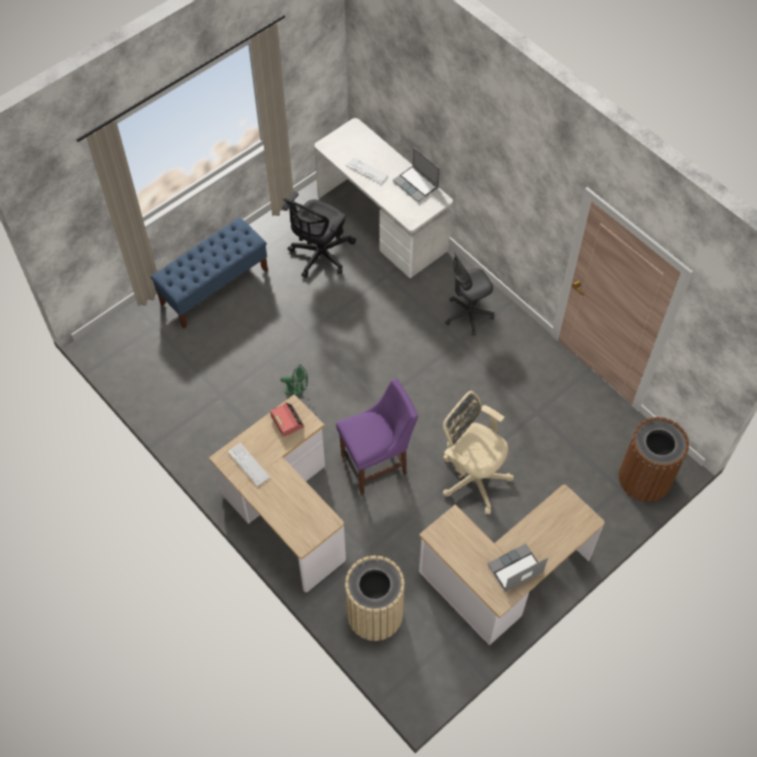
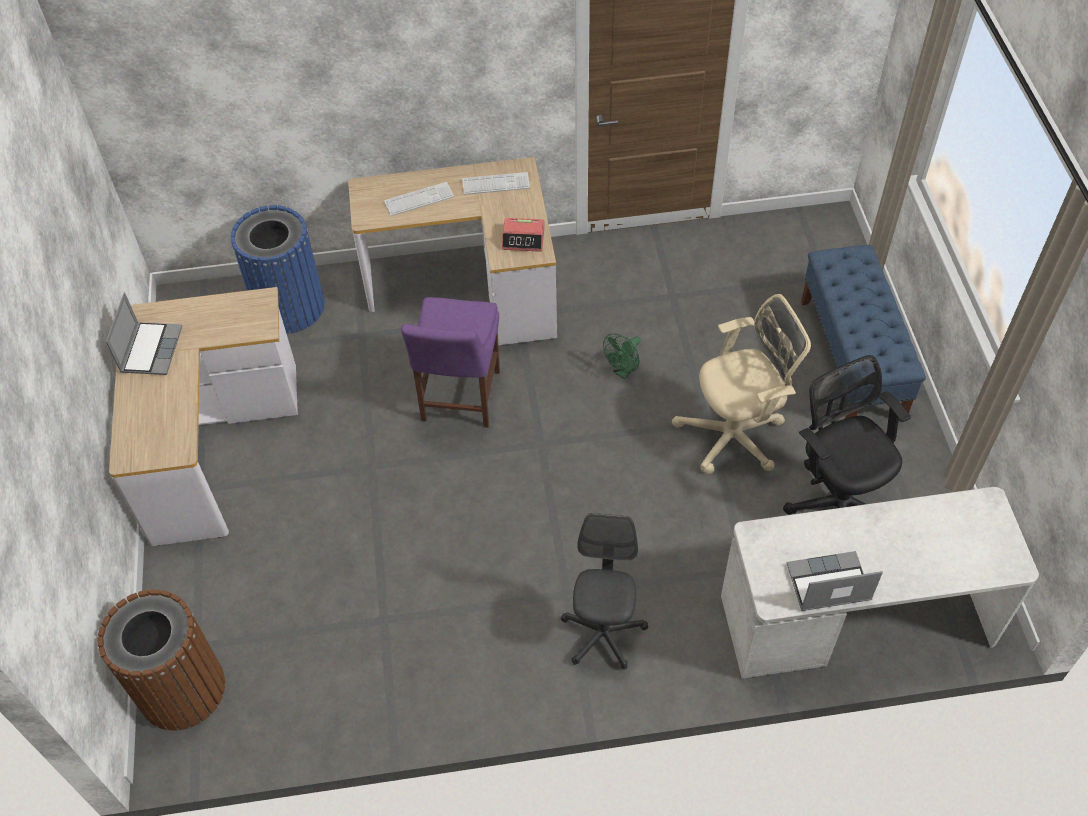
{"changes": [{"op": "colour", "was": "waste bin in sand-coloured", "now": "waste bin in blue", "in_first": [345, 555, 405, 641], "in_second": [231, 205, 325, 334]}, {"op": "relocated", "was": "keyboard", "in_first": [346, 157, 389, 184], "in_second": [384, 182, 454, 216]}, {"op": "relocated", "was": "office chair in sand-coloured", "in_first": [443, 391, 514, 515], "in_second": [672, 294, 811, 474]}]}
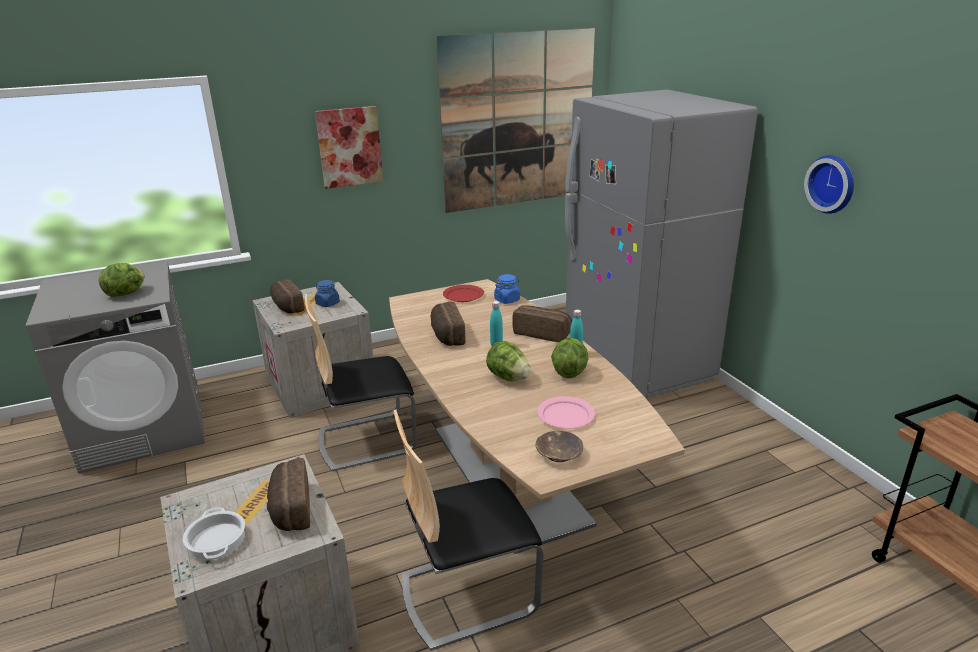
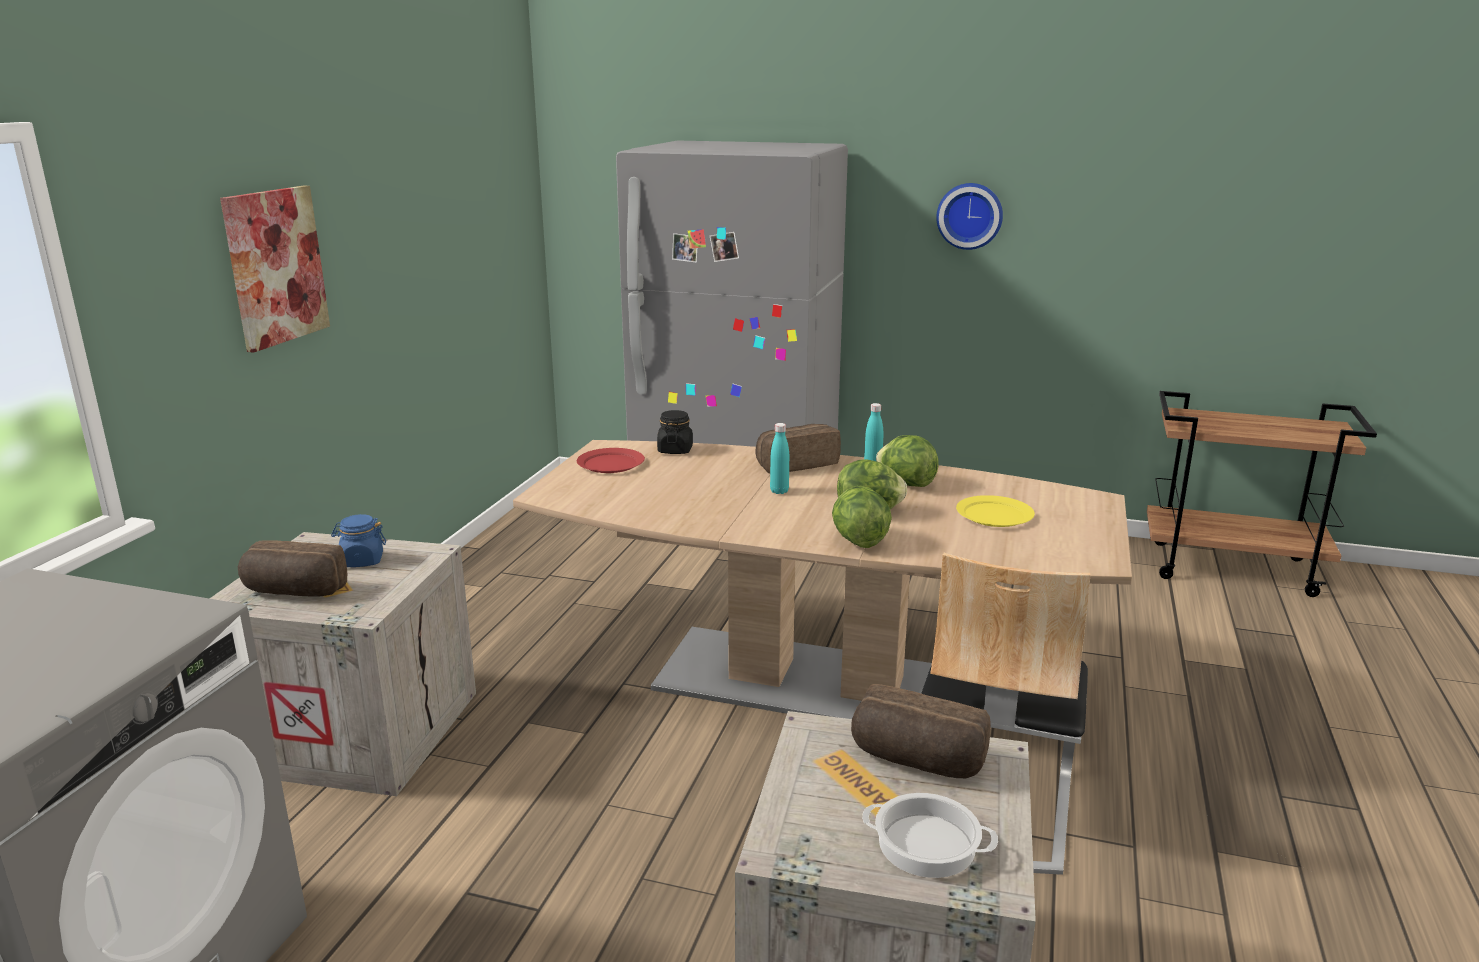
{"changes": [{"op": "colour", "was": "storage jar in blue", "now": "storage jar in black-coloured", "in_first": [494, 274, 520, 304], "in_second": [657, 410, 693, 454]}, {"op": "relocated", "was": "lettuce head", "in_first": [99, 263, 144, 297], "in_second": [832, 486, 892, 548]}, {"op": "colour", "was": "dinner plate in pink", "now": "dinner plate in yellow-coloured", "in_first": [537, 396, 595, 429], "in_second": [956, 495, 1035, 527]}, {"op": "missing", "was": "chair", "in_first": [305, 294, 417, 472]}, {"op": "missing", "was": "bread", "in_first": [431, 302, 465, 346]}, {"op": "missing", "was": "wall picture", "in_first": [436, 28, 595, 213]}, {"op": "missing", "was": "bowl in brown-coloured", "in_first": [536, 431, 583, 462]}]}
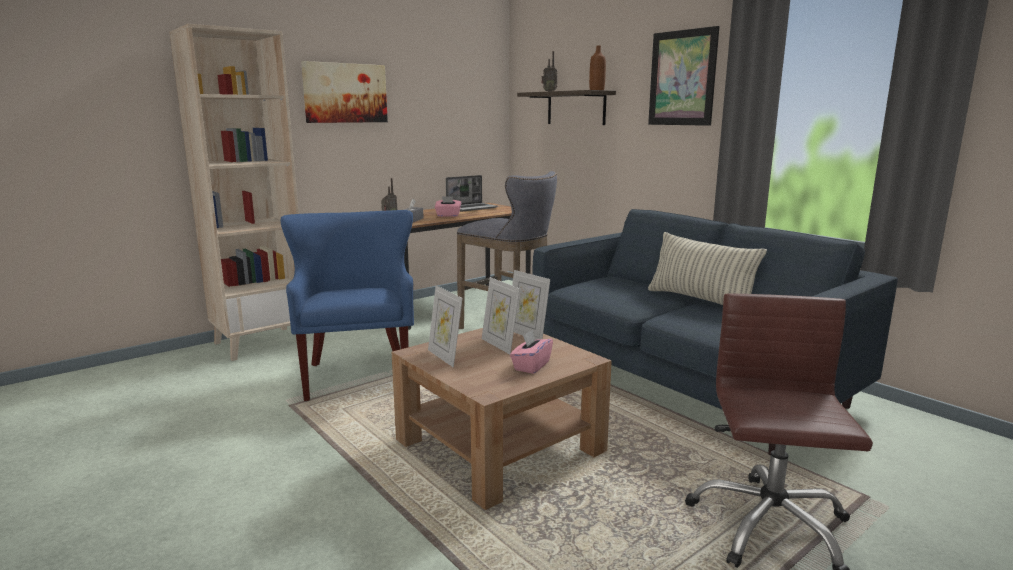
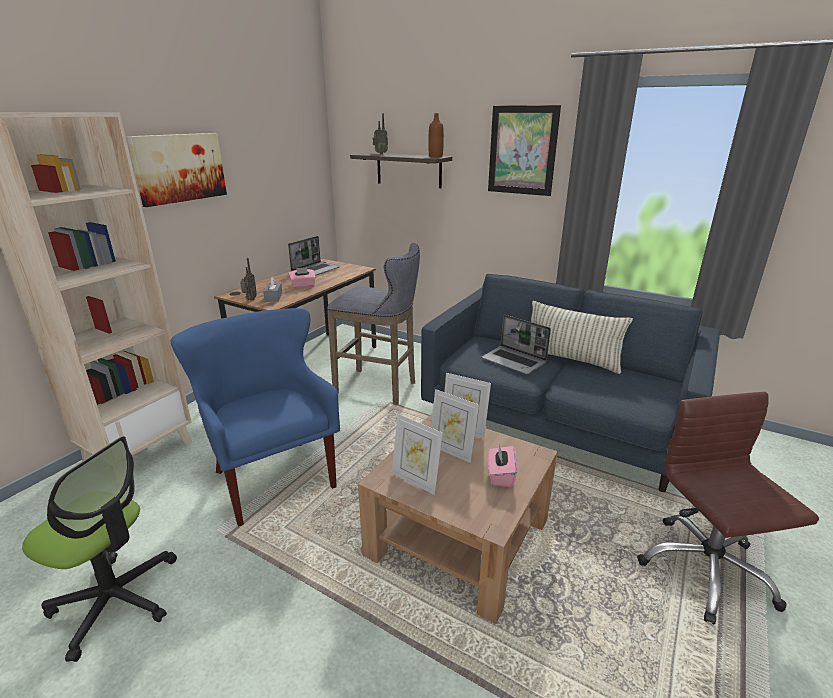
{"changes": [{"op": "appeared", "now": "office chair", "in_second": [22, 436, 177, 662]}, {"op": "appeared", "now": "notebook computer", "in_second": [482, 315, 551, 374]}]}
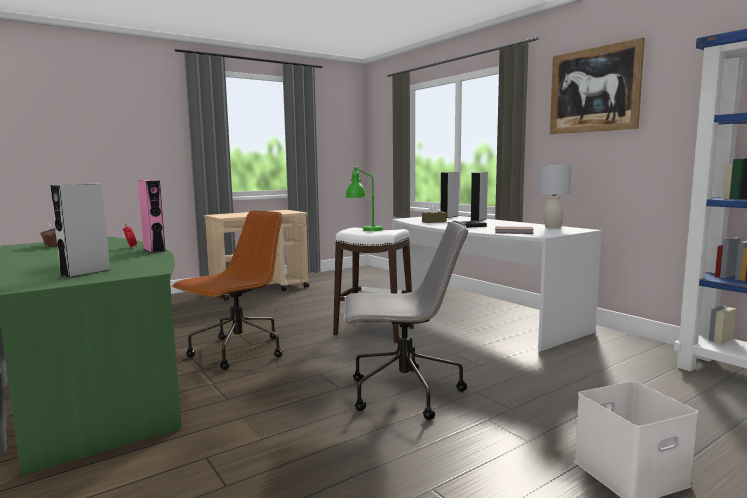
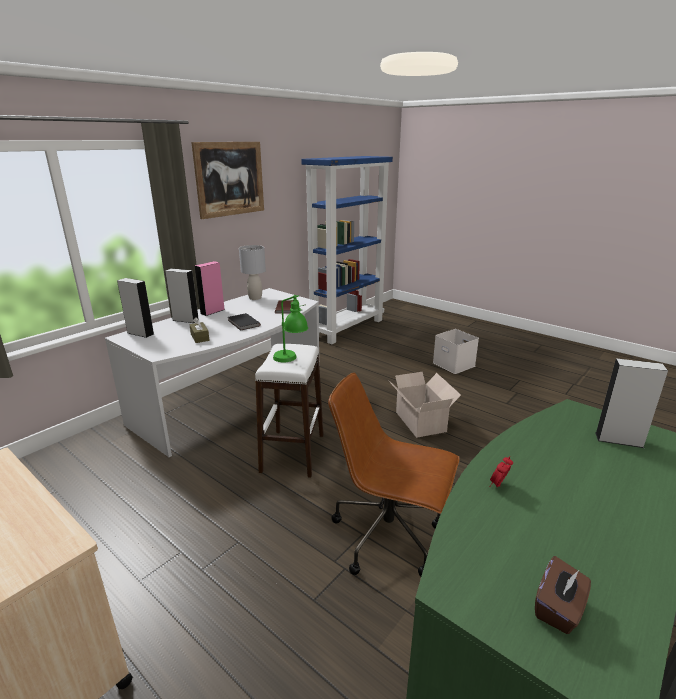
{"changes": [{"op": "relocated", "was": "loudspeaker in pink", "in_first": [138, 180, 166, 253], "in_second": [195, 261, 225, 316]}, {"op": "exchanged", "was": "office chair in greyish", "now": "carton", "in_first": [343, 221, 468, 420], "in_second": [388, 372, 461, 438]}]}
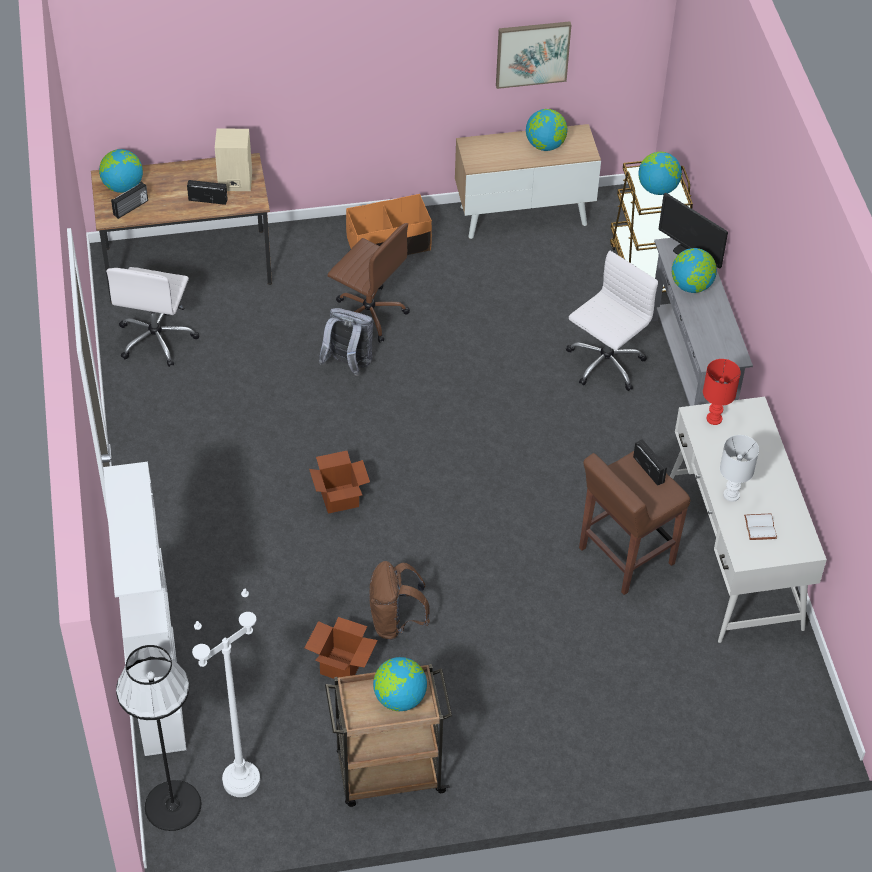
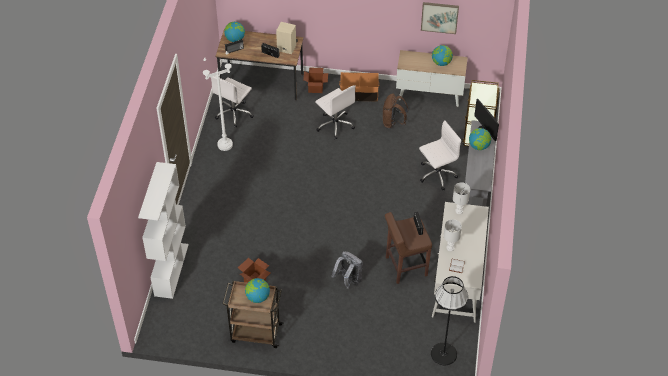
{"changes": [{"op": "relocated", "was": "standard lamp in whitish", "in_first": [192, 589, 260, 797], "in_second": [203, 51, 233, 151]}, {"op": "relocated", "was": "carton", "in_first": [309, 451, 370, 514], "in_second": [303, 68, 328, 93]}, {"op": "colour", "was": "office chair in brown-coloured", "now": "office chair in whitish", "in_first": [328, 223, 410, 343], "in_second": [315, 85, 356, 139]}, {"op": "relocated", "was": "backpack in greyish", "in_first": [319, 308, 373, 376], "in_second": [331, 251, 363, 289]}, {"op": "relocated", "was": "backpack in brown-coloured", "in_first": [369, 561, 430, 640], "in_second": [383, 94, 408, 129]}, {"op": "relocated", "was": "standard lamp in black-coloured", "in_first": [116, 645, 201, 831], "in_second": [431, 276, 468, 365]}, {"op": "colour", "was": "lamp for a table in red", "now": "lamp for a table in whitish", "in_first": [703, 359, 741, 425], "in_second": [453, 183, 470, 214]}, {"op": "missing", "was": "world globe", "in_first": [638, 152, 682, 195]}]}
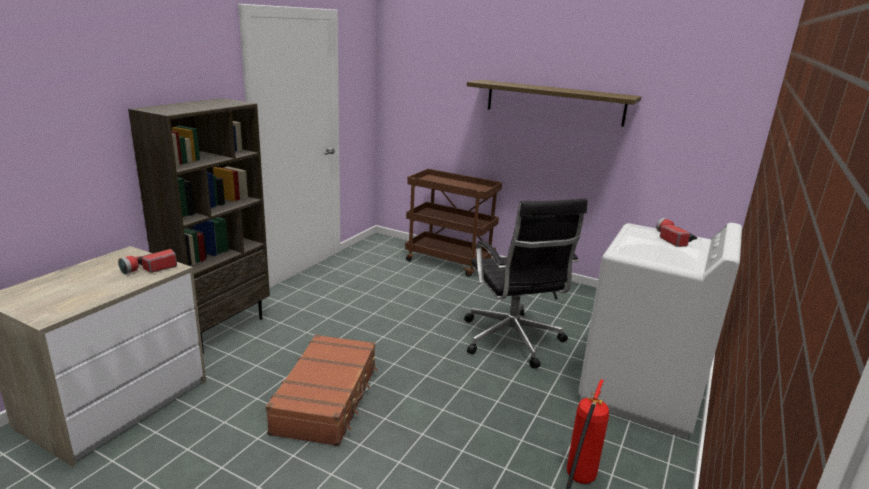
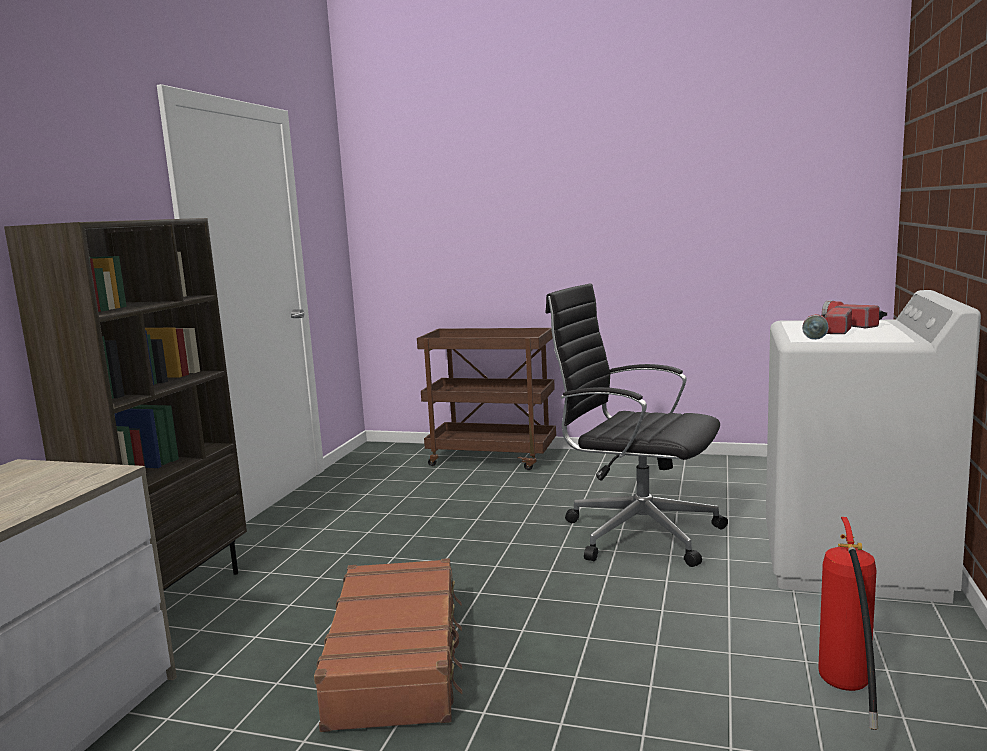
{"changes": [{"op": "spun", "was": "office chair in black-coloured", "in_first": [464, 198, 588, 369], "in_second": [545, 283, 728, 567], "clockwise": 150}, {"op": "relocated", "was": "flashlight", "in_first": [118, 249, 177, 275], "in_second": [802, 308, 852, 340]}, {"op": "missing", "was": "shelf", "in_first": [467, 80, 642, 127]}]}
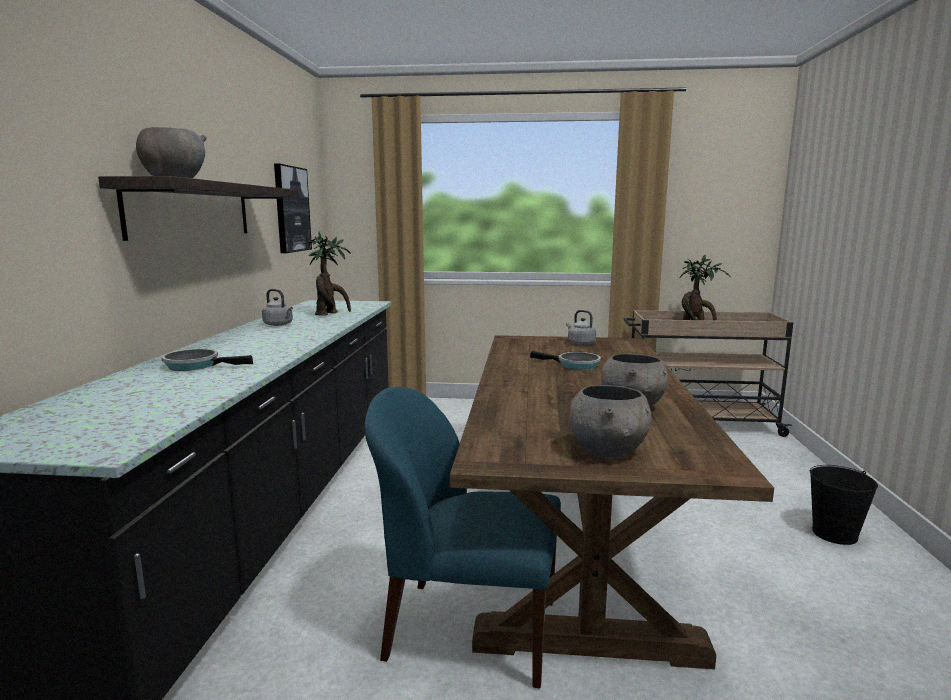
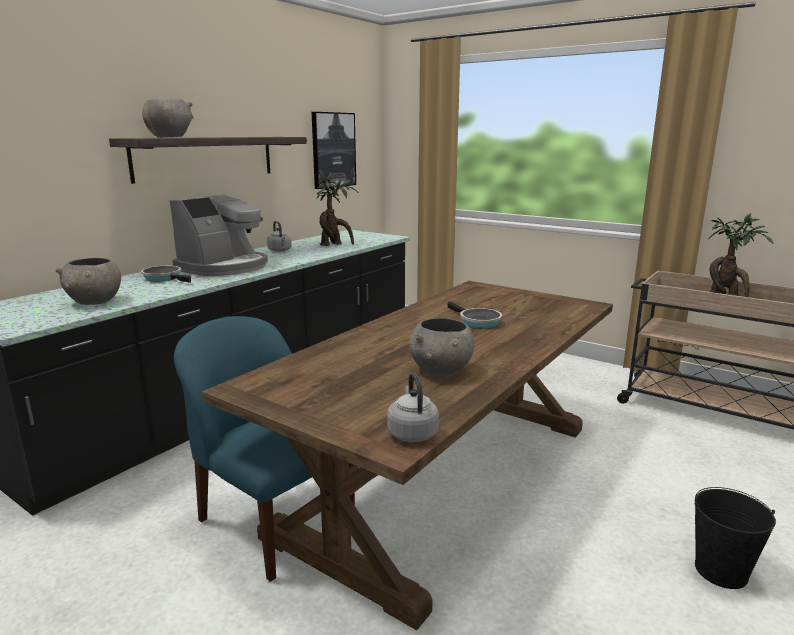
{"changes": [{"op": "relocated", "was": "bowl in greyish", "in_first": [569, 385, 651, 458], "in_second": [55, 258, 121, 305]}, {"op": "appeared", "now": "coffee machine", "in_second": [170, 194, 268, 276]}, {"op": "relocated", "was": "kettle in greyish", "in_first": [566, 310, 596, 346], "in_second": [387, 373, 439, 442]}]}
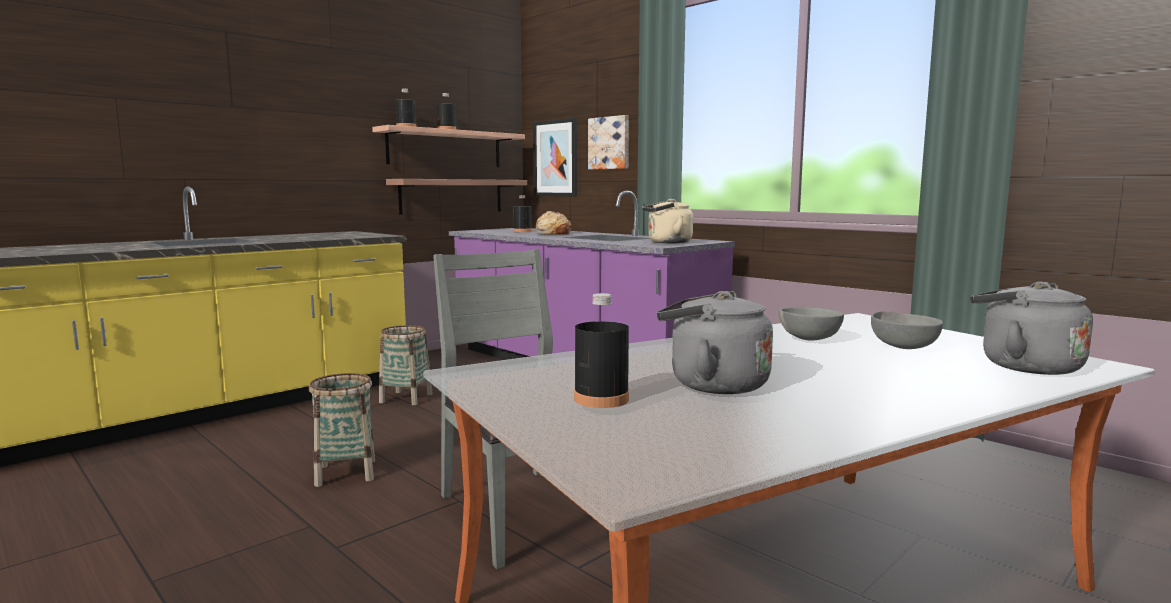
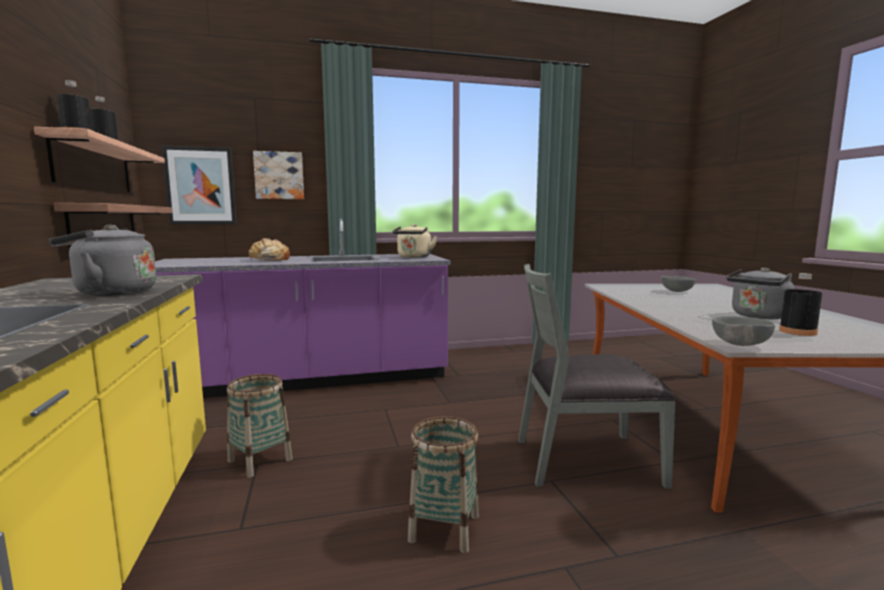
{"changes": [{"op": "relocated", "was": "kettle in greyish", "in_first": [970, 281, 1093, 375], "in_second": [49, 225, 156, 296]}, {"op": "relocated", "was": "bowl in greyish", "in_first": [778, 307, 844, 341], "in_second": [712, 316, 775, 346]}, {"op": "missing", "was": "bottle in black-coloured", "in_first": [513, 195, 532, 232]}]}
